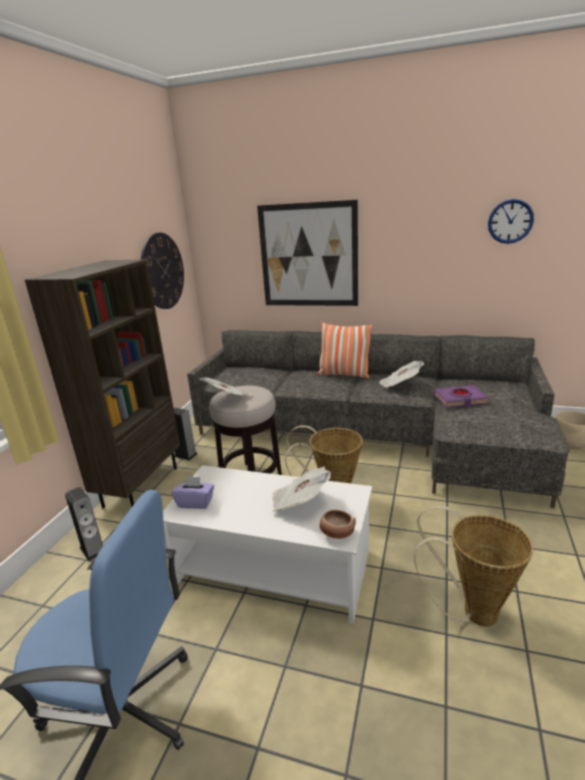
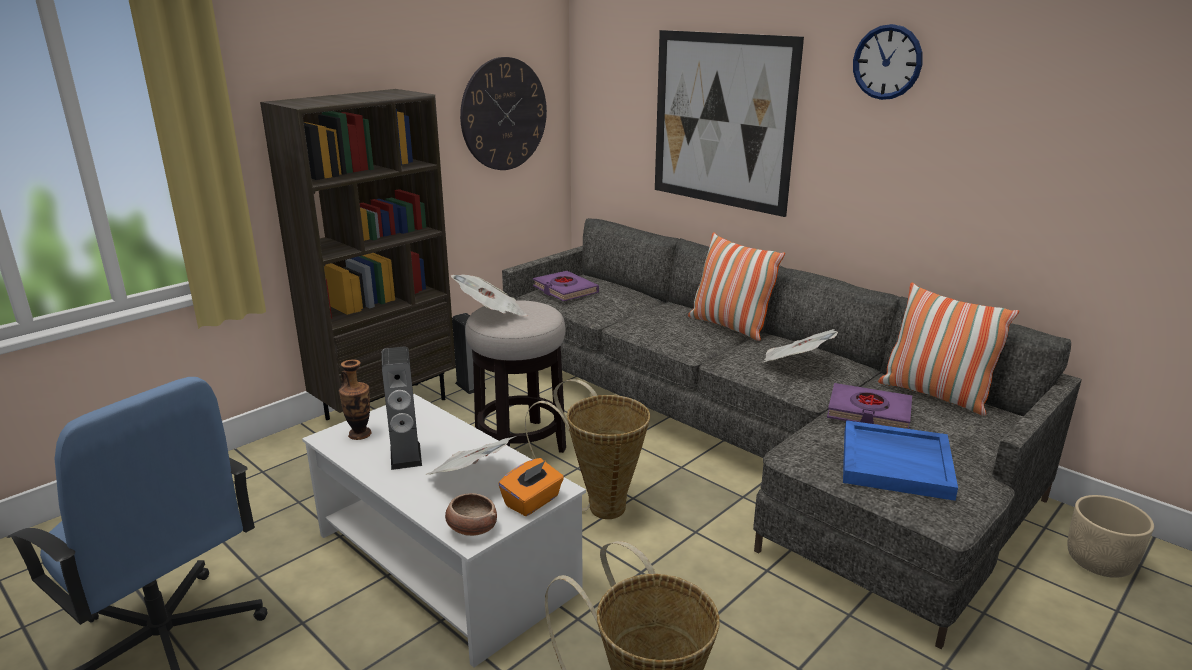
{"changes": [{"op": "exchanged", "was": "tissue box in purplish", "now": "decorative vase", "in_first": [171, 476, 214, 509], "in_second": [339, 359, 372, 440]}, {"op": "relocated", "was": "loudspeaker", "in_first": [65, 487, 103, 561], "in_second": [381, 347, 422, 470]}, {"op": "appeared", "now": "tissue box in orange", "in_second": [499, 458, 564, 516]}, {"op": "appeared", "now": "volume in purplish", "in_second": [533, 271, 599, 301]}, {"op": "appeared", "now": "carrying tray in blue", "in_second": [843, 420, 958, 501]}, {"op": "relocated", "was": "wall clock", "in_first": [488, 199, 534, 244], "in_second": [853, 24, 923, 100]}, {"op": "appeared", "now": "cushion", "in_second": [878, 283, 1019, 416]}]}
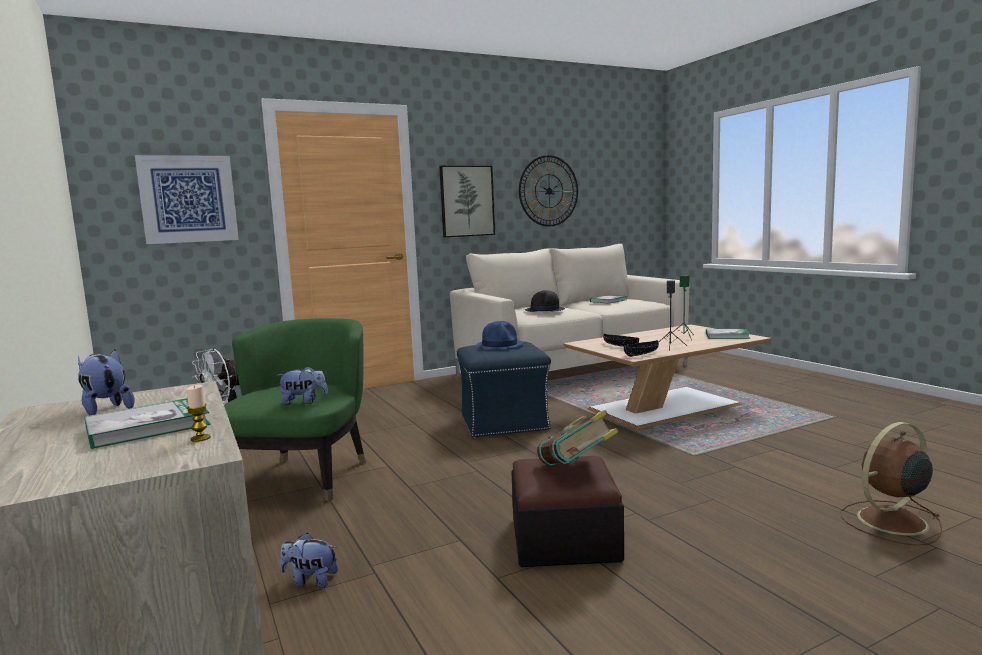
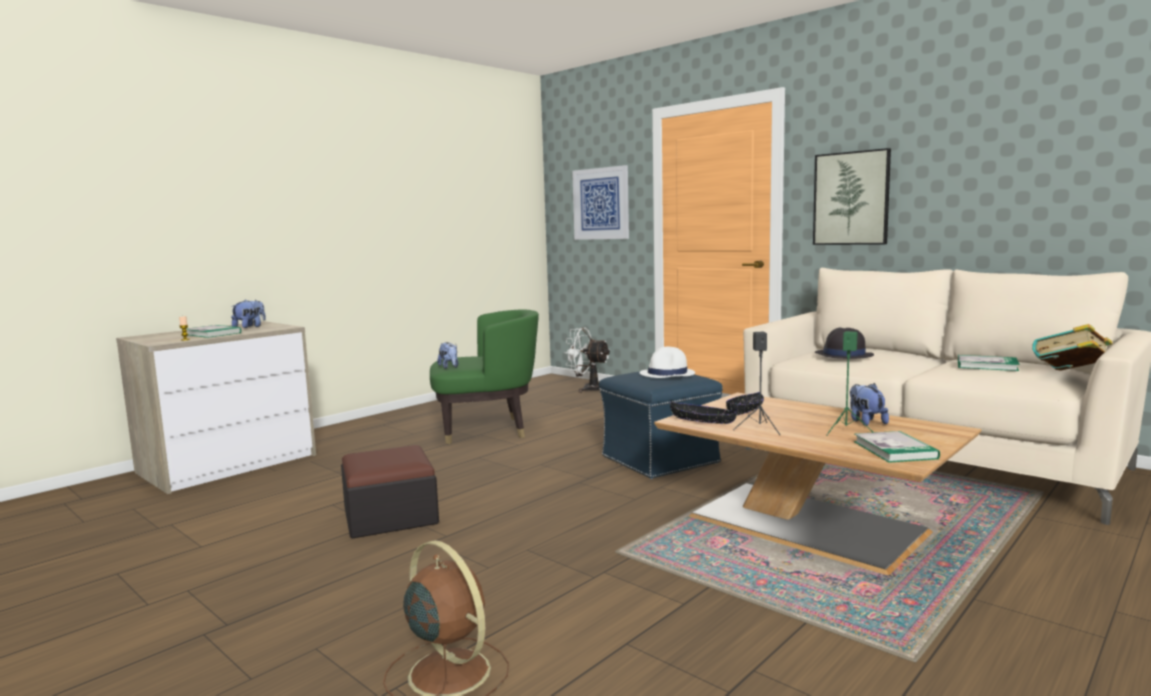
{"changes": [{"op": "colour", "was": "clothing hat in blue", "now": "clothing hat in whitish", "in_first": [476, 321, 524, 349], "in_second": [640, 347, 695, 378]}, {"op": "relocated", "was": "cuddly toy", "in_first": [280, 533, 338, 588], "in_second": [850, 383, 889, 426]}, {"op": "relocated", "was": "volume", "in_first": [537, 410, 618, 466], "in_second": [1032, 324, 1113, 370]}, {"op": "missing", "was": "wall clock", "in_first": [519, 155, 578, 227]}]}
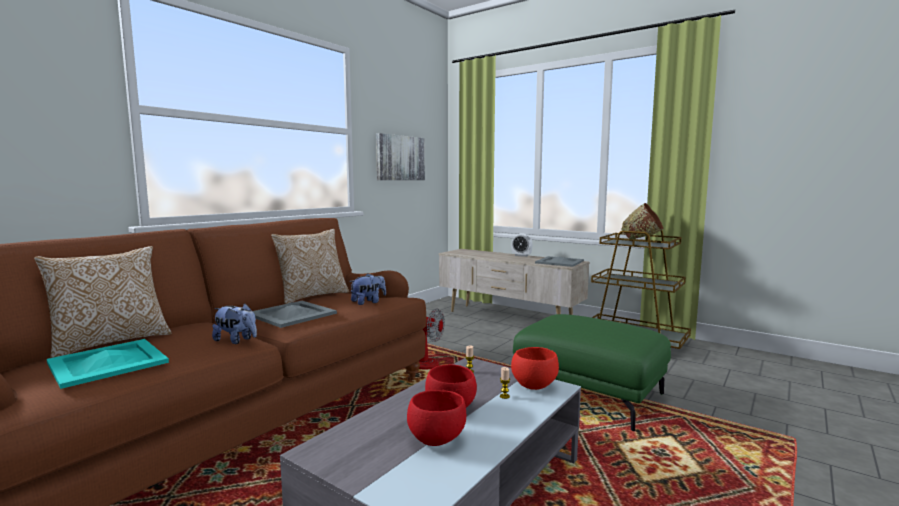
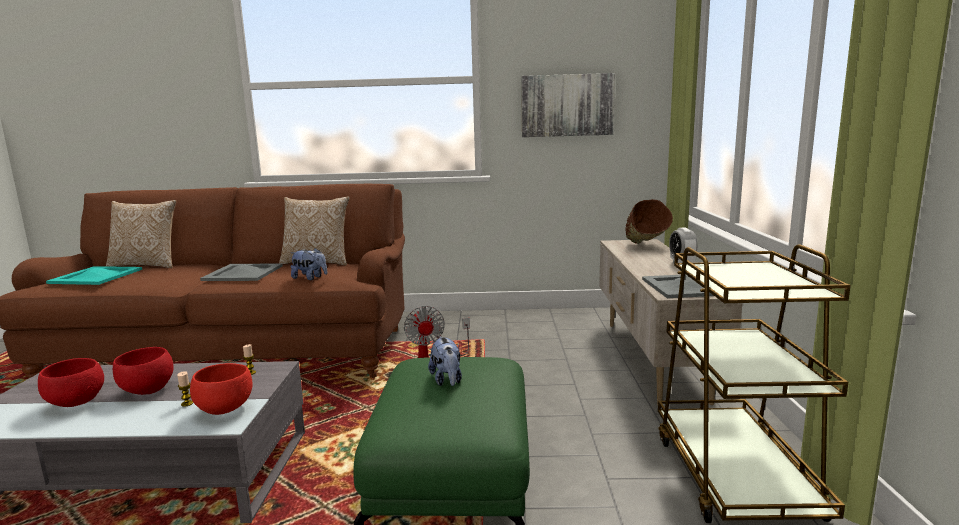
{"changes": [{"op": "relocated", "was": "cuddly toy", "in_first": [212, 304, 257, 344], "in_second": [428, 336, 462, 386]}, {"op": "relocated", "was": "bowl in brown-coloured", "in_first": [621, 203, 664, 240], "in_second": [625, 199, 673, 244]}]}
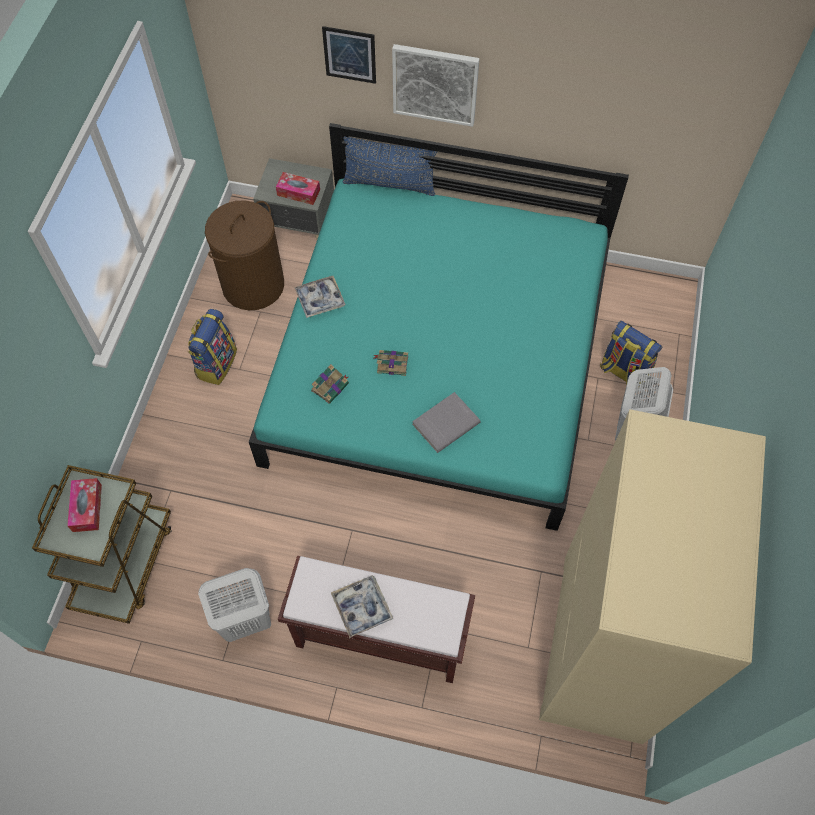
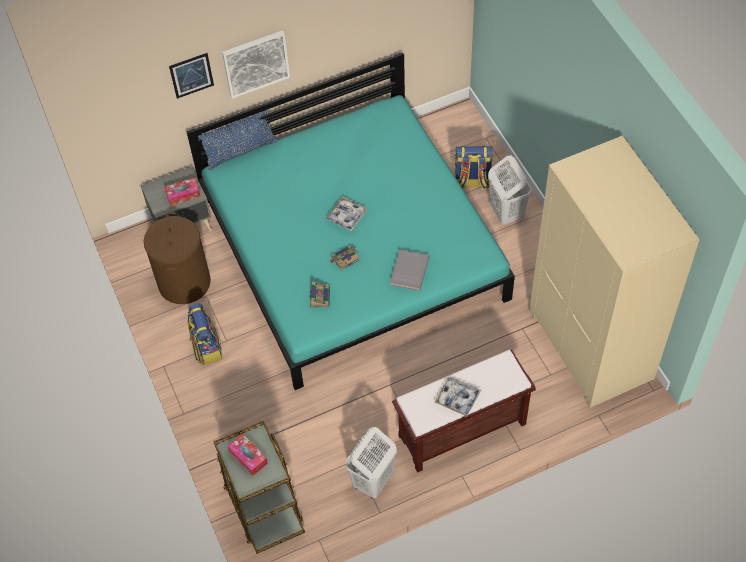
{"changes": [{"op": "relocated", "was": "carrying tray", "in_first": [294, 276, 346, 318], "in_second": [326, 196, 367, 231]}]}
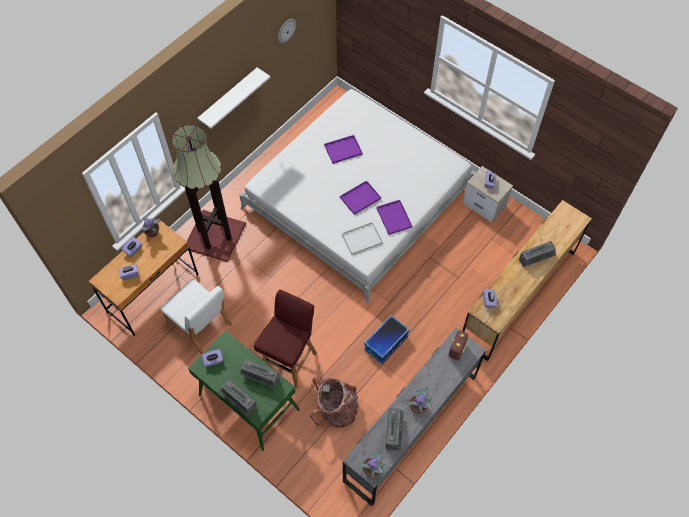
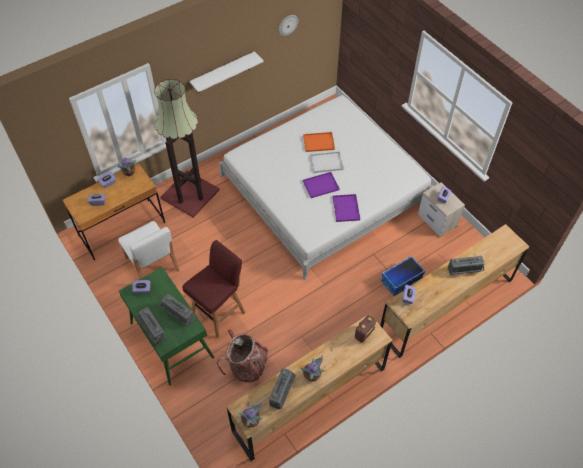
{"changes": [{"op": "colour", "was": "dresser in greyish", "now": "dresser in brown-coloured", "in_first": [343, 328, 486, 506], "in_second": [226, 314, 392, 461]}, {"op": "colour", "was": "carrying tray in purplish", "now": "carrying tray in orange", "in_first": [324, 135, 363, 164], "in_second": [303, 132, 335, 152]}, {"op": "relocated", "was": "carrying tray in whitish", "in_first": [341, 222, 383, 255], "in_second": [310, 151, 344, 173]}, {"op": "relocated", "was": "storage box", "in_first": [364, 315, 409, 364], "in_second": [381, 256, 425, 296]}]}
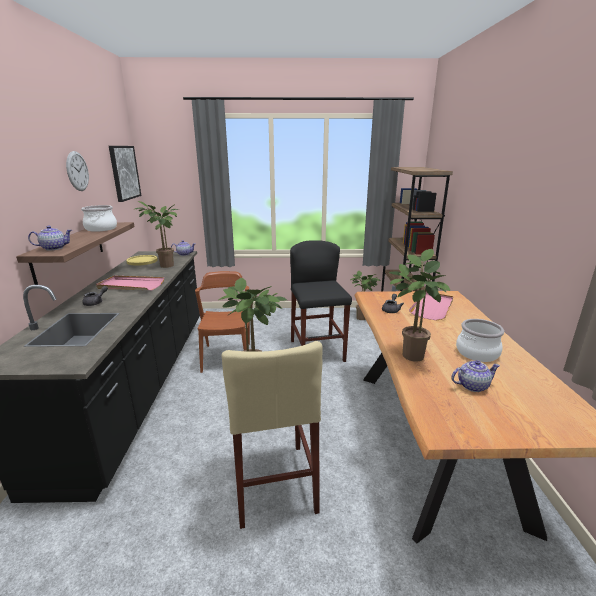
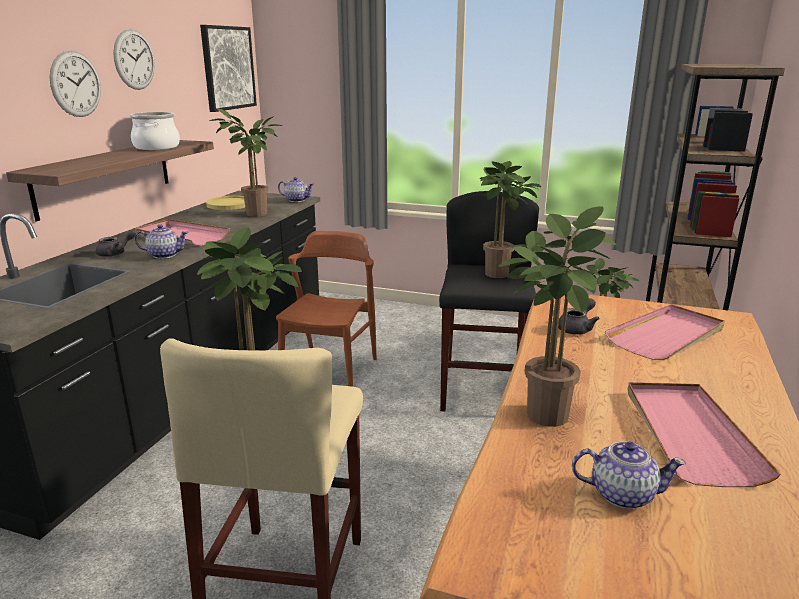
{"changes": [{"op": "appeared", "now": "wall clock", "in_second": [50, 51, 101, 117]}, {"op": "relocated", "was": "tea pot", "in_first": [28, 226, 72, 250], "in_second": [135, 224, 189, 259]}, {"op": "appeared", "now": "potted plant", "in_second": [480, 161, 541, 278]}, {"op": "exchanged", "was": "stockpot", "now": "carrying tray in pink", "in_first": [456, 319, 504, 362], "in_second": [628, 382, 781, 487]}]}
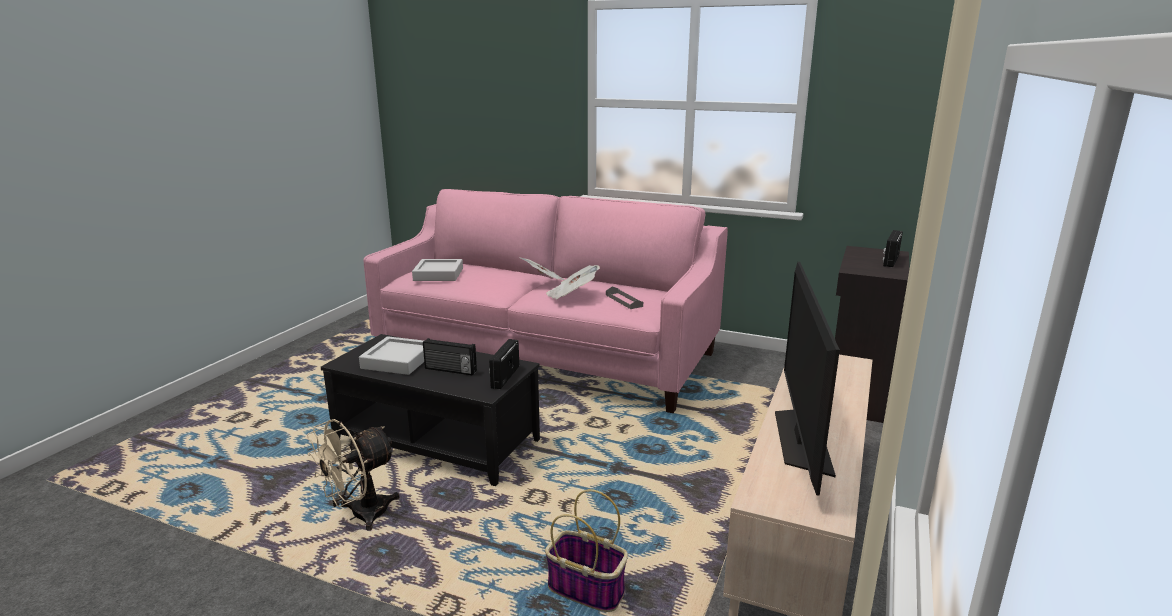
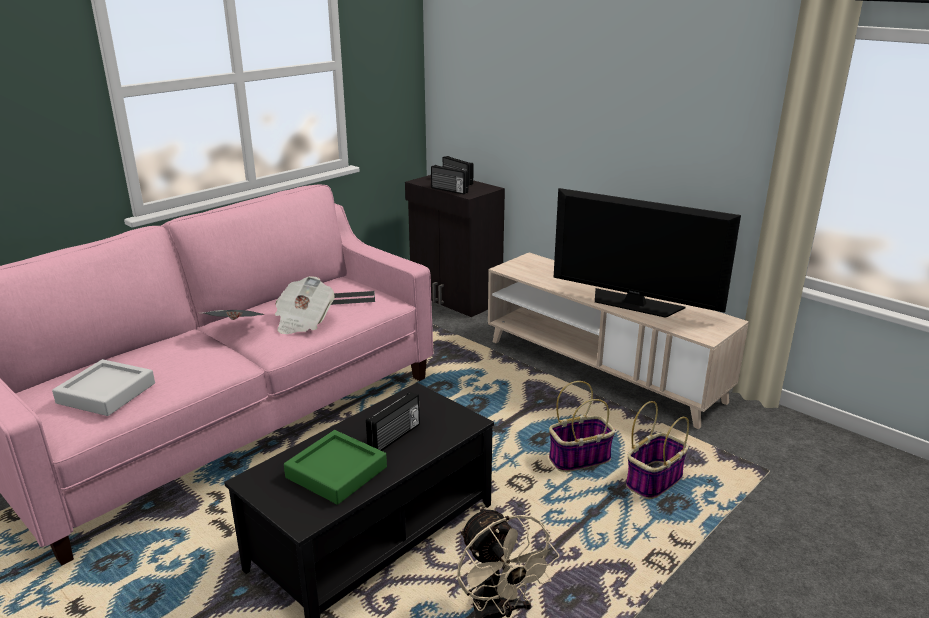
{"changes": [{"op": "colour", "was": "carrying tray in greyish", "now": "carrying tray in green", "in_first": [359, 336, 424, 375], "in_second": [284, 430, 387, 505]}, {"op": "relocated", "was": "radio receiver", "in_first": [489, 339, 519, 389], "in_second": [431, 165, 468, 194]}, {"op": "appeared", "now": "storage basket", "in_second": [549, 381, 615, 472]}]}
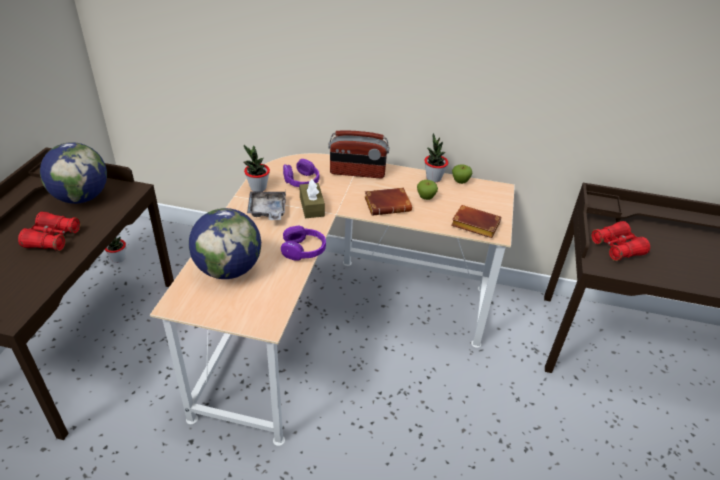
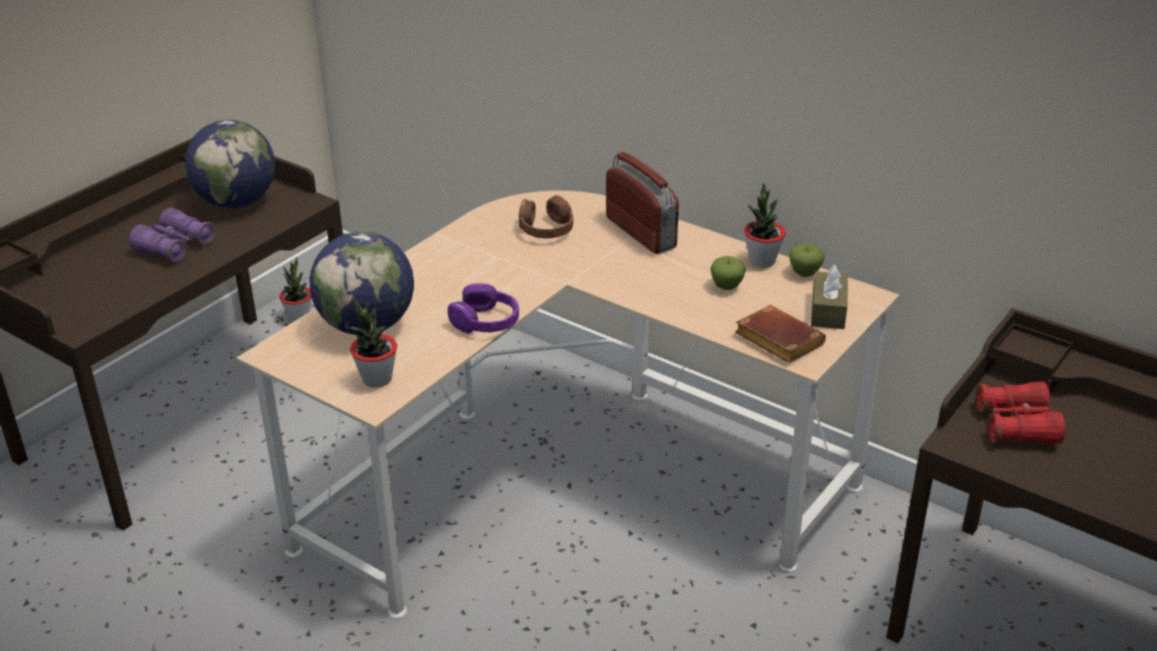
{"changes": [{"op": "colour", "was": "binoculars in red", "now": "binoculars in purplish", "in_first": [18, 212, 80, 251], "in_second": [129, 208, 215, 262]}, {"op": "relocated", "was": "potted plant", "in_first": [244, 145, 270, 192], "in_second": [349, 297, 397, 388]}, {"op": "colour", "was": "headphones in purplish", "now": "headphones in brown-coloured", "in_first": [283, 159, 320, 187], "in_second": [519, 195, 573, 239]}, {"op": "spun", "was": "radio receiver", "in_first": [328, 130, 389, 178], "in_second": [606, 152, 679, 254], "clockwise": -150}, {"op": "relocated", "was": "tissue box in brown-coloured", "in_first": [300, 179, 325, 218], "in_second": [811, 264, 848, 329]}, {"op": "missing", "was": "carrying tray in greyish", "in_first": [247, 189, 286, 220]}, {"op": "missing", "was": "volume in brown-coloured", "in_first": [364, 187, 412, 216]}]}
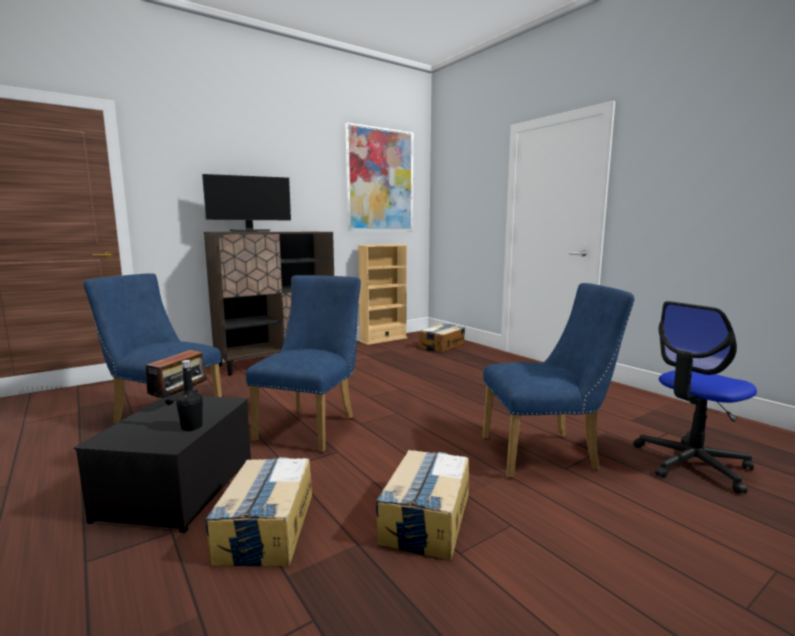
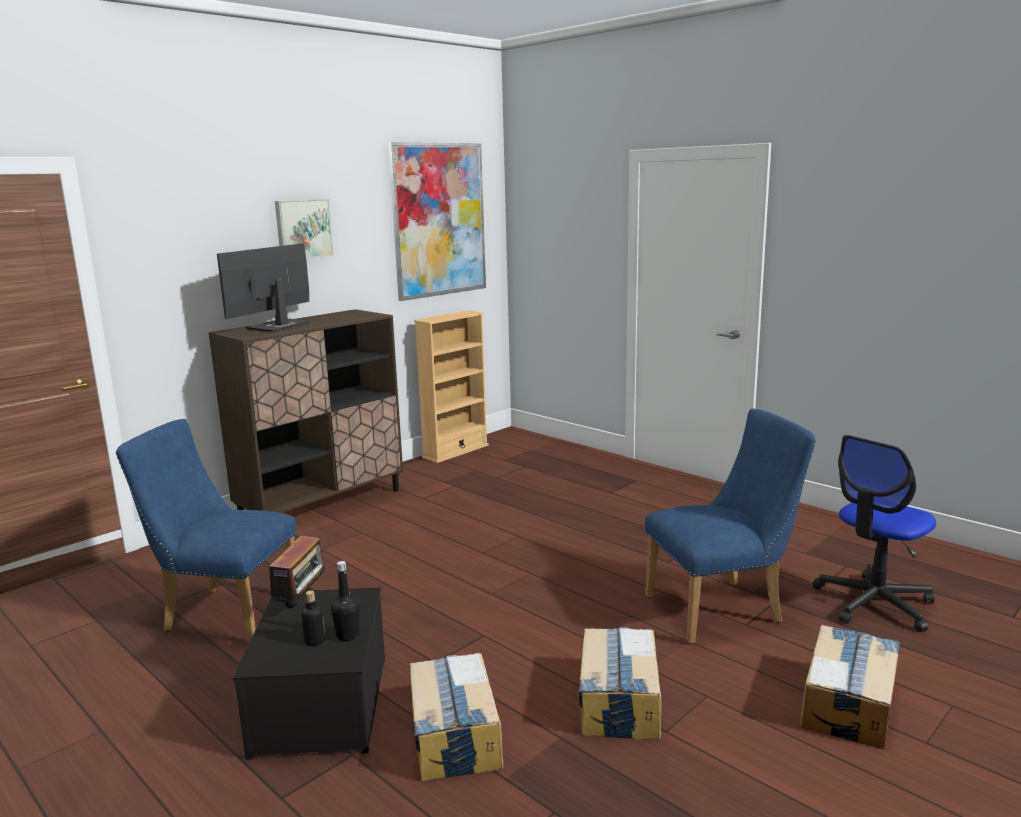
{"changes": [{"op": "spun", "was": "computer screen", "in_first": [202, 174, 291, 232], "in_second": [217, 243, 311, 332], "clockwise": 150}, {"op": "appeared", "now": "wall picture", "in_second": [275, 199, 334, 258]}, {"op": "appeared", "now": "bottle", "in_second": [301, 591, 325, 646]}, {"op": "relocated", "was": "carton", "in_first": [418, 324, 465, 353], "in_second": [800, 625, 900, 749]}, {"op": "missing", "was": "chair in blue", "in_first": [246, 275, 361, 452]}]}
